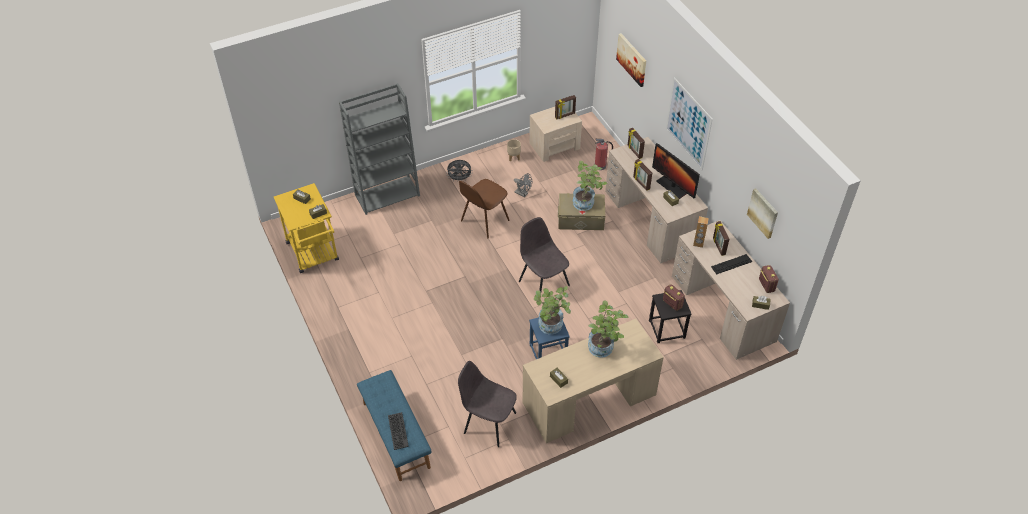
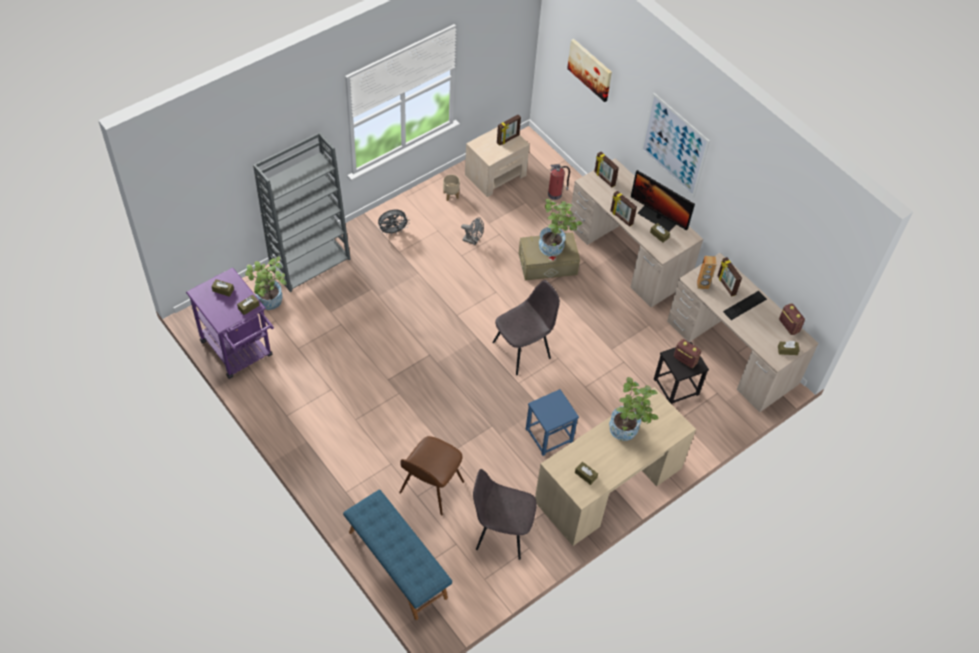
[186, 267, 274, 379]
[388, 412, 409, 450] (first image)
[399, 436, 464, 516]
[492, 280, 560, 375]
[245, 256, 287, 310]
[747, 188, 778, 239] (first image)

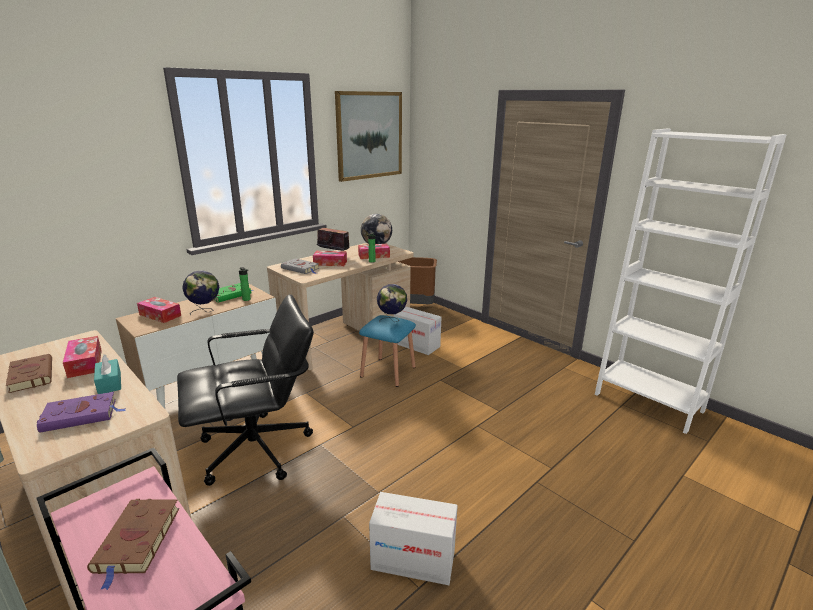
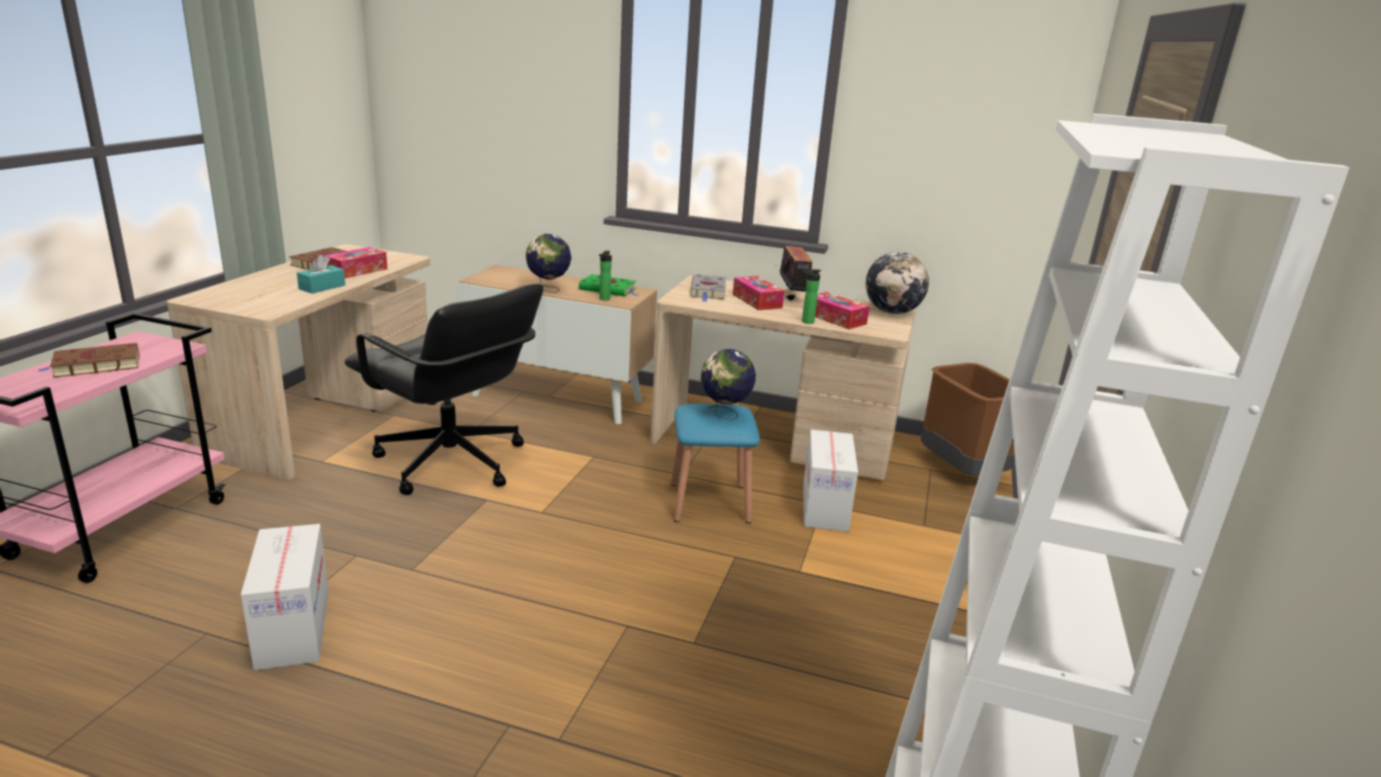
[37, 392, 126, 433] (first image)
[137, 297, 181, 323] (first image)
[335, 91, 402, 182] (first image)

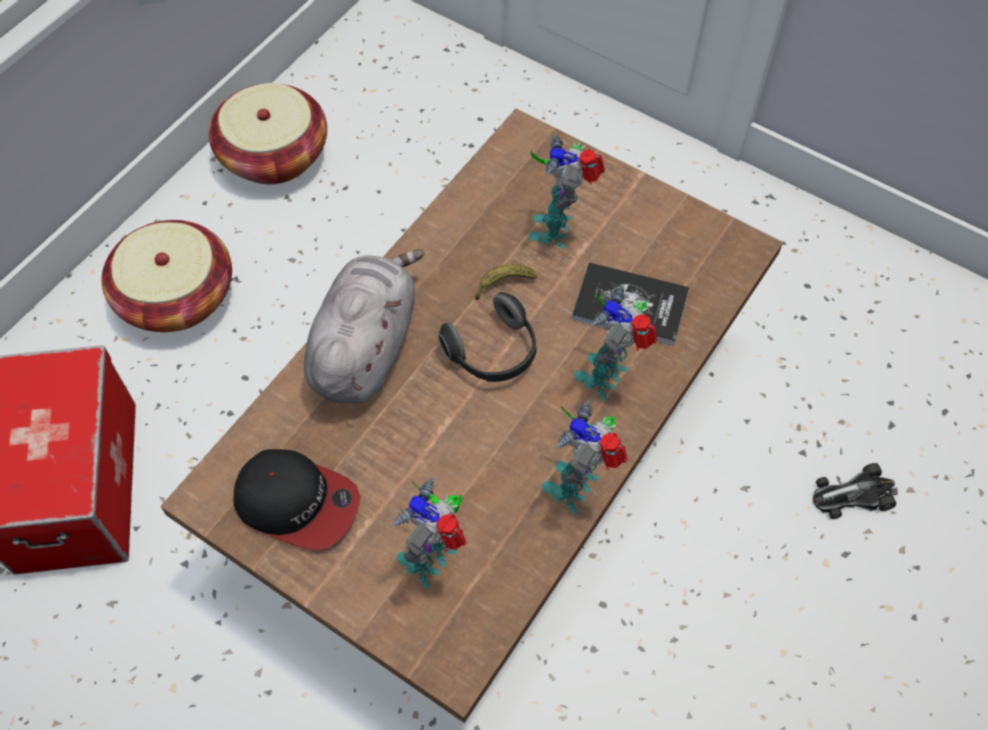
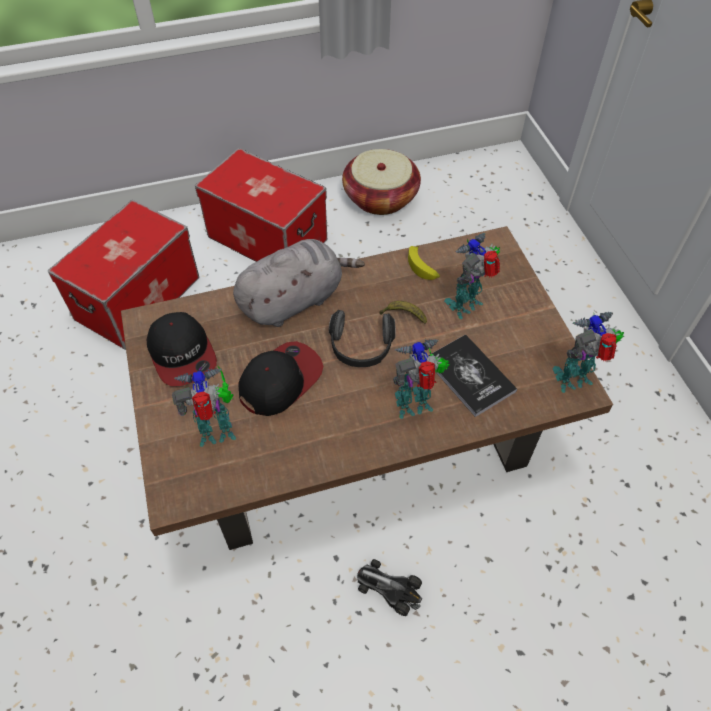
[195, 148, 327, 262]
[552, 312, 624, 393]
[357, 559, 422, 616]
[239, 341, 323, 416]
[408, 245, 440, 280]

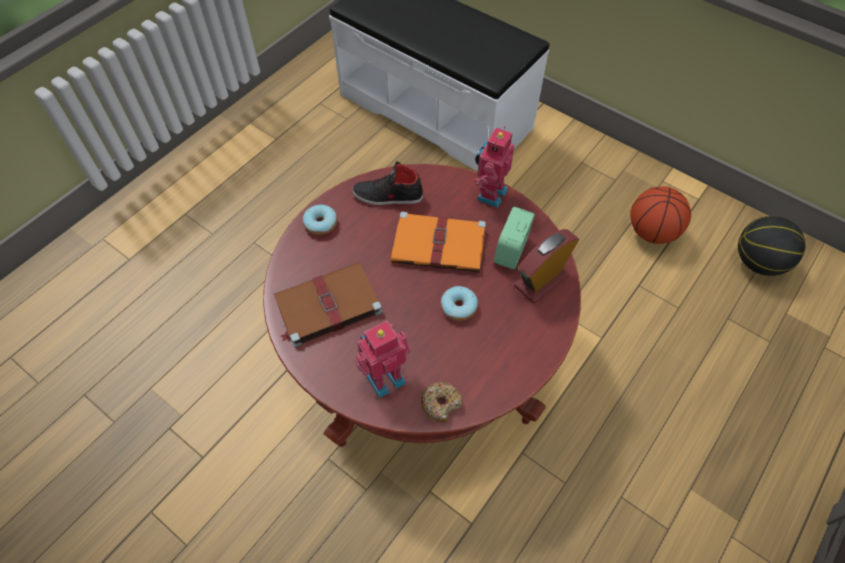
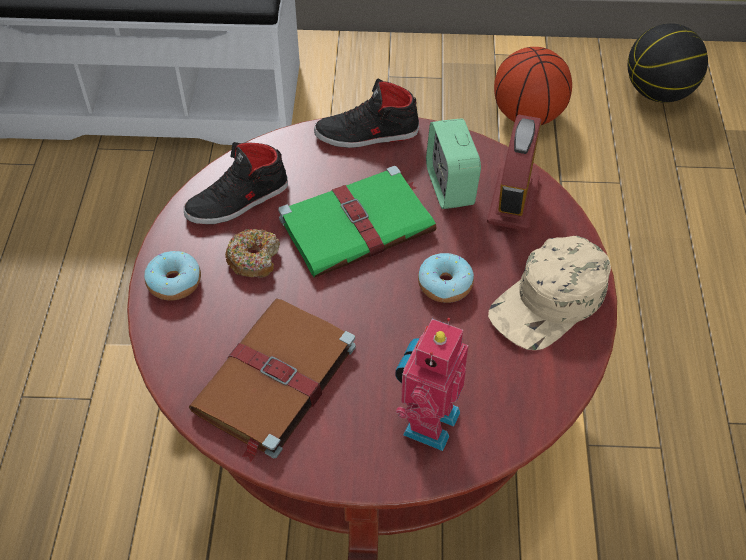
[278, 166, 437, 278]
[225, 229, 280, 278]
[314, 78, 419, 148]
[488, 236, 611, 350]

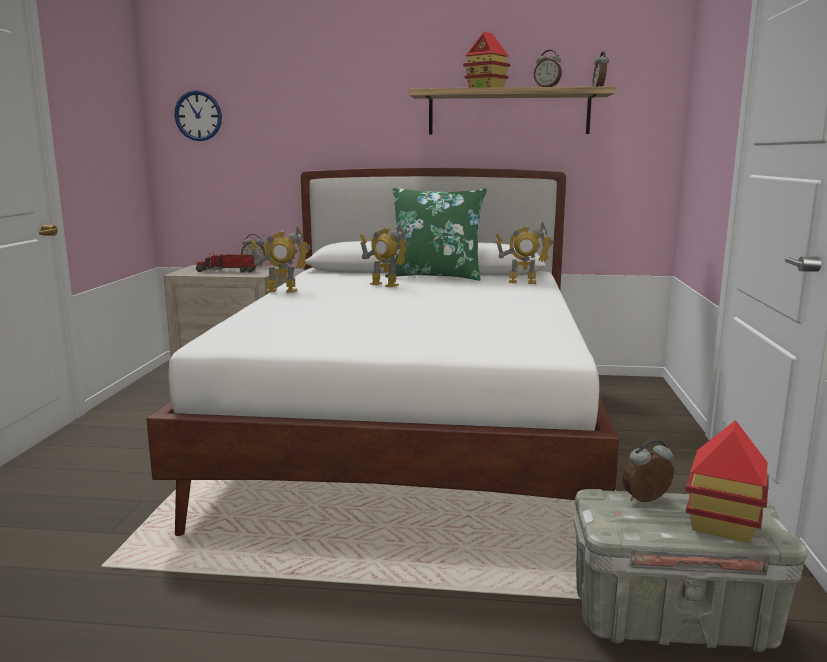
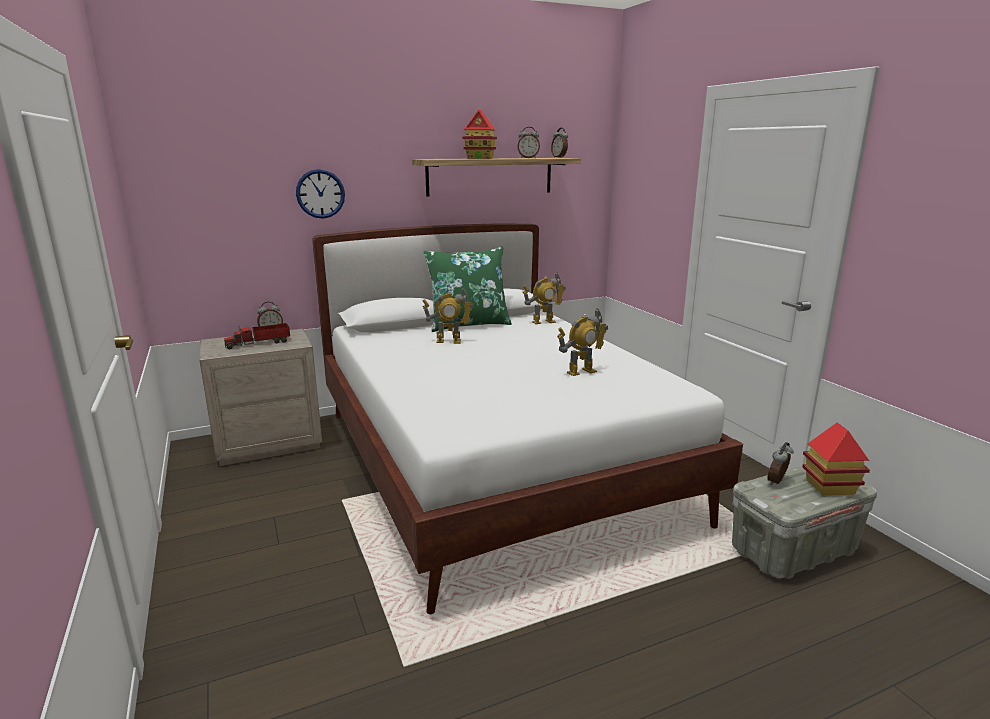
[296, 169, 345, 219]
[557, 308, 608, 376]

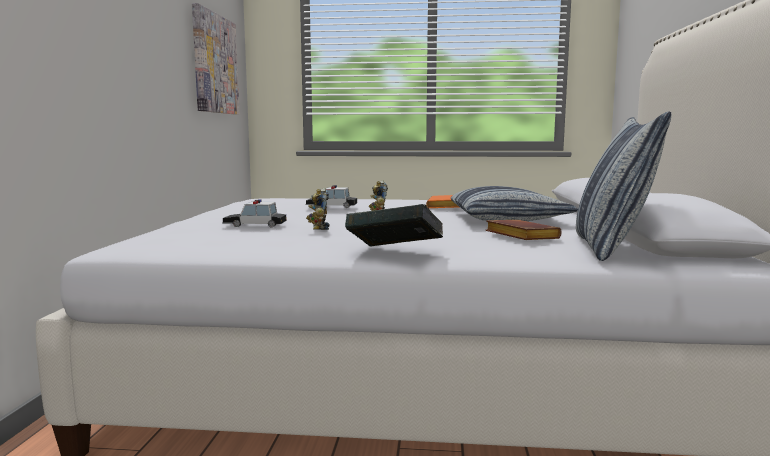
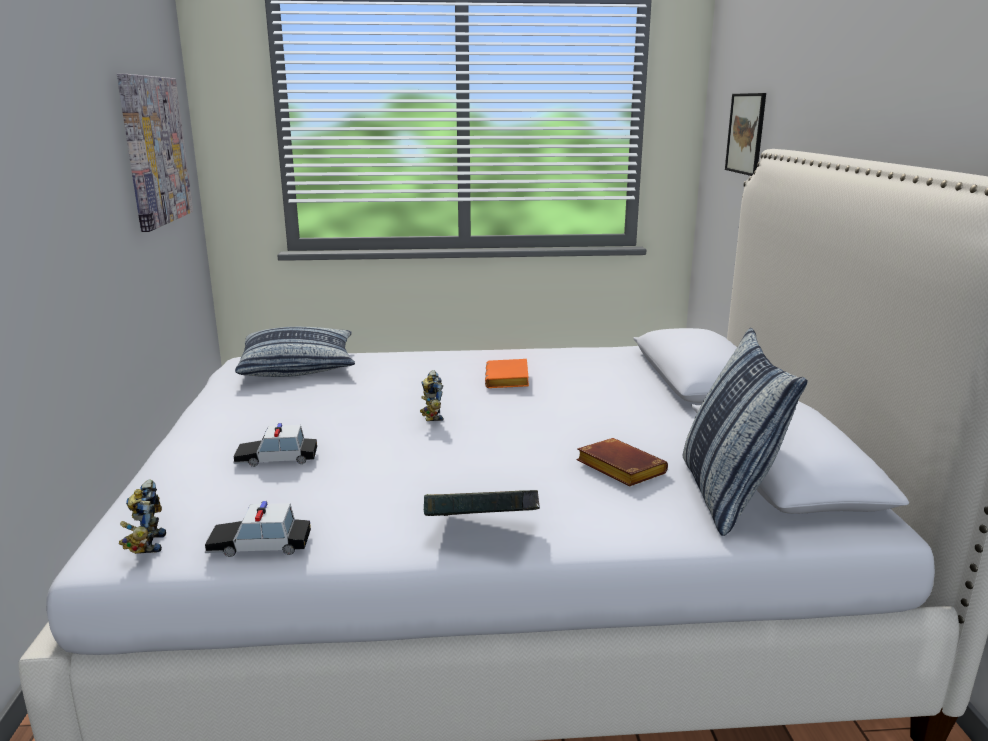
[205, 501, 311, 557]
[119, 479, 166, 554]
[235, 327, 355, 377]
[725, 93, 766, 176]

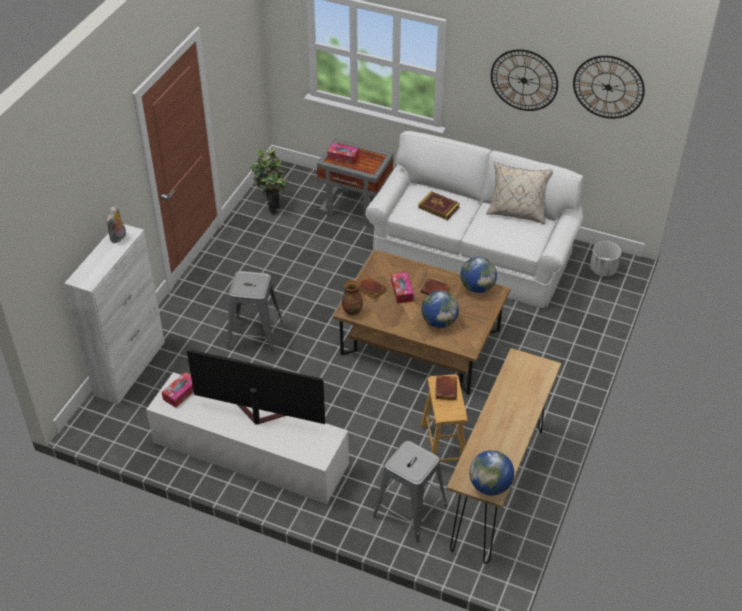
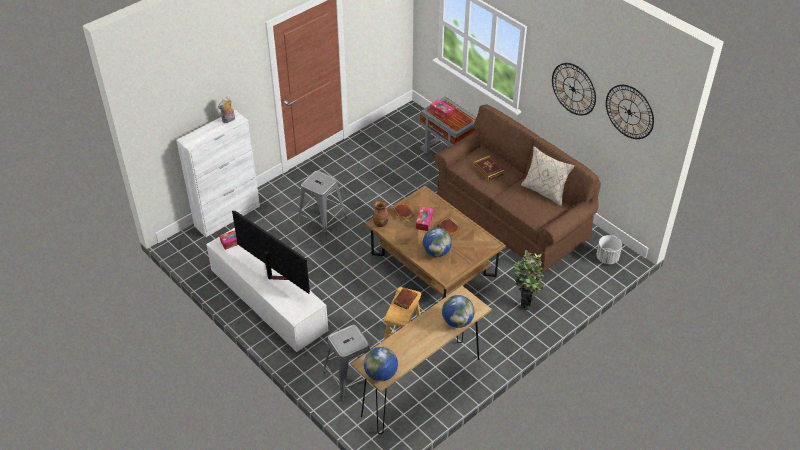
[513, 250, 545, 310]
[434, 104, 601, 272]
[442, 295, 475, 328]

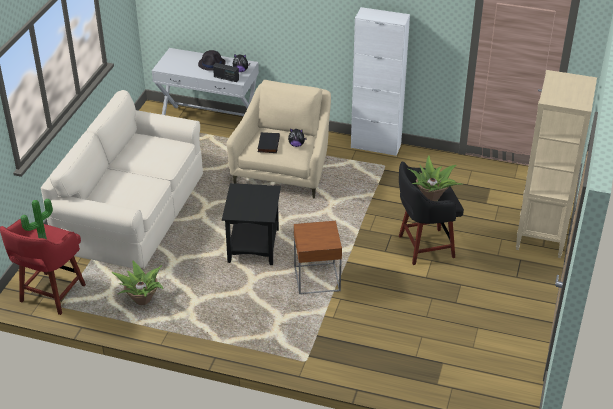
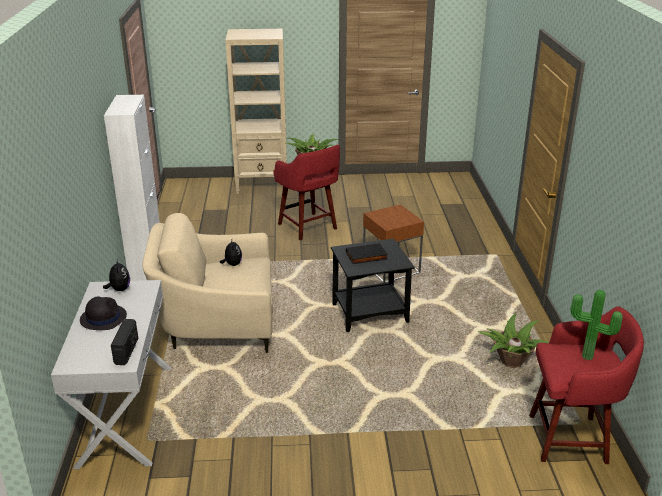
[41, 90, 203, 268] (first image)
[111, 319, 138, 365]
[346, 243, 388, 264]
[273, 145, 340, 241]

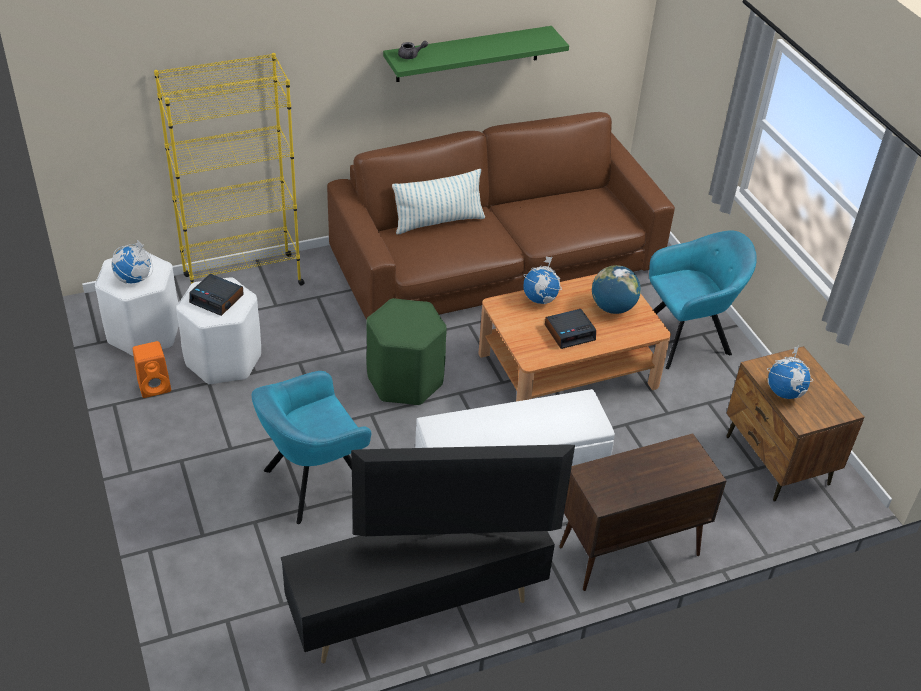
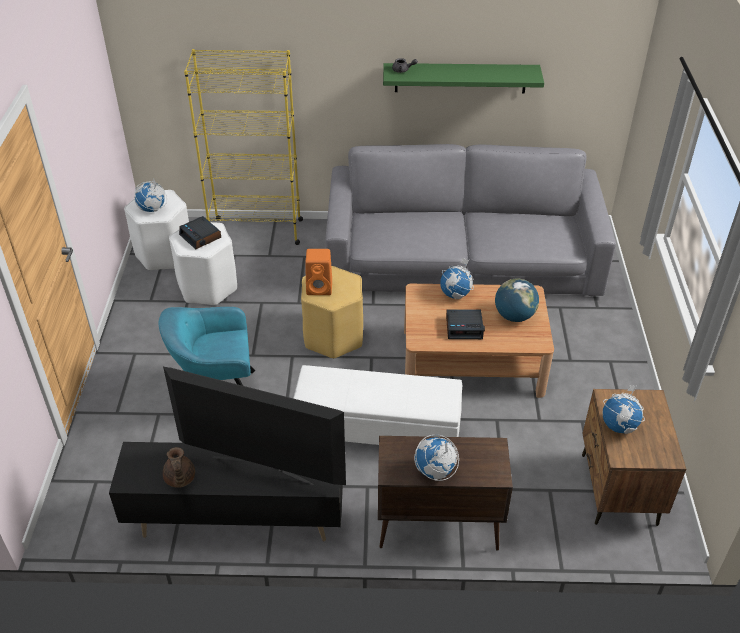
[305, 249, 332, 295]
[326, 144, 616, 296]
[301, 266, 363, 359]
[392, 169, 485, 234] (first image)
[649, 230, 757, 369] (first image)
[163, 447, 195, 488]
[414, 434, 459, 481]

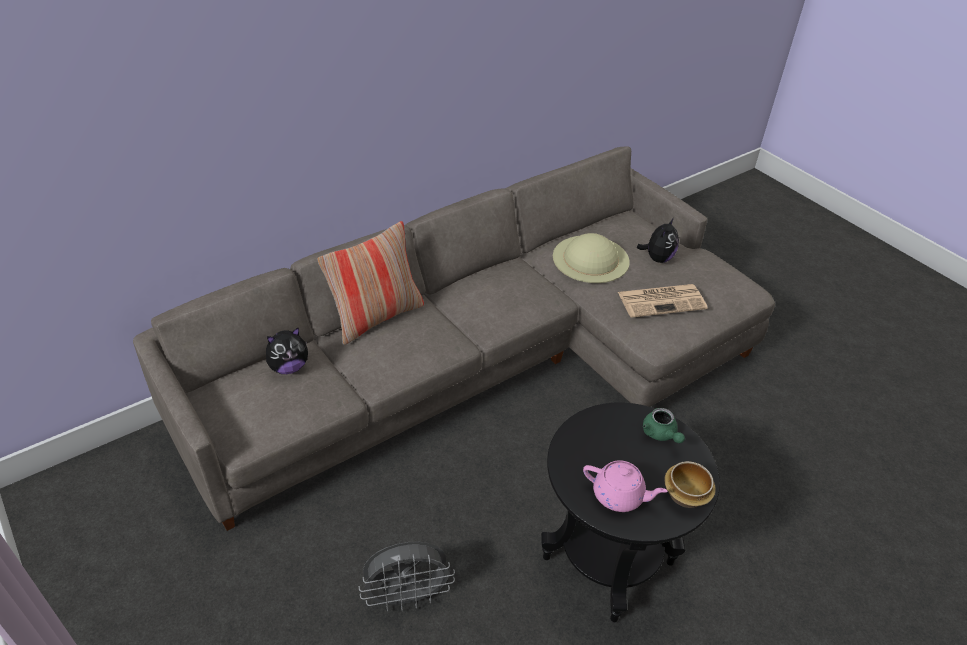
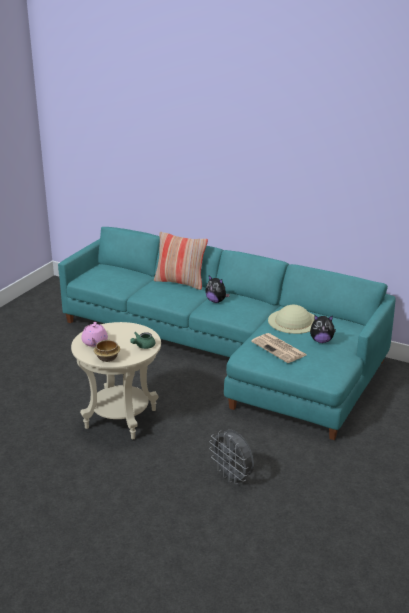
[58, 227, 395, 440]
[205, 276, 230, 303]
[209, 430, 254, 485]
[71, 322, 161, 439]

